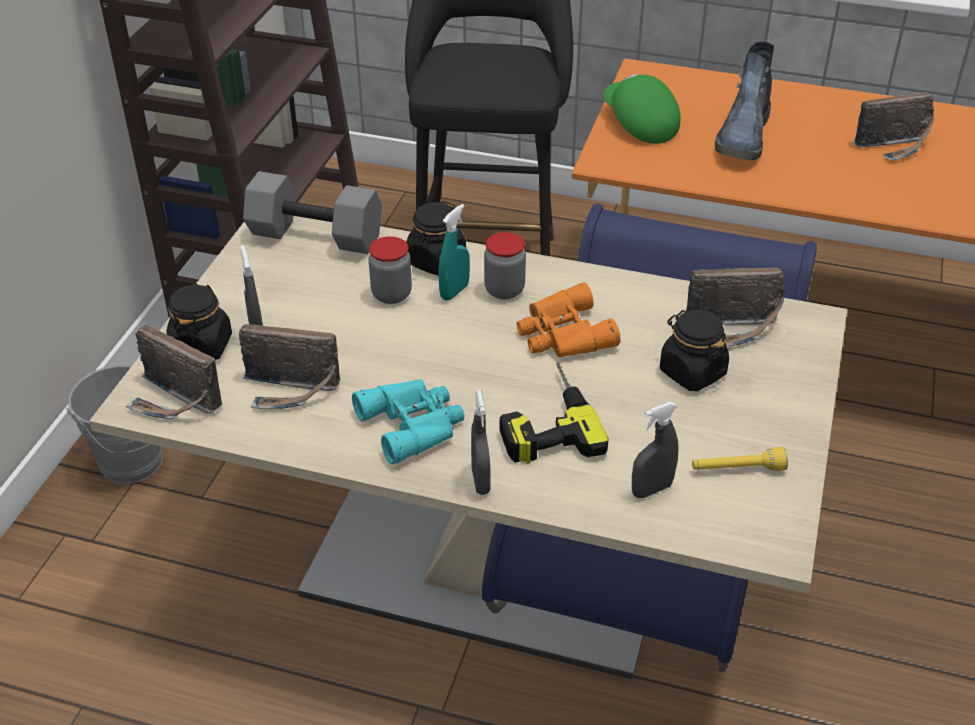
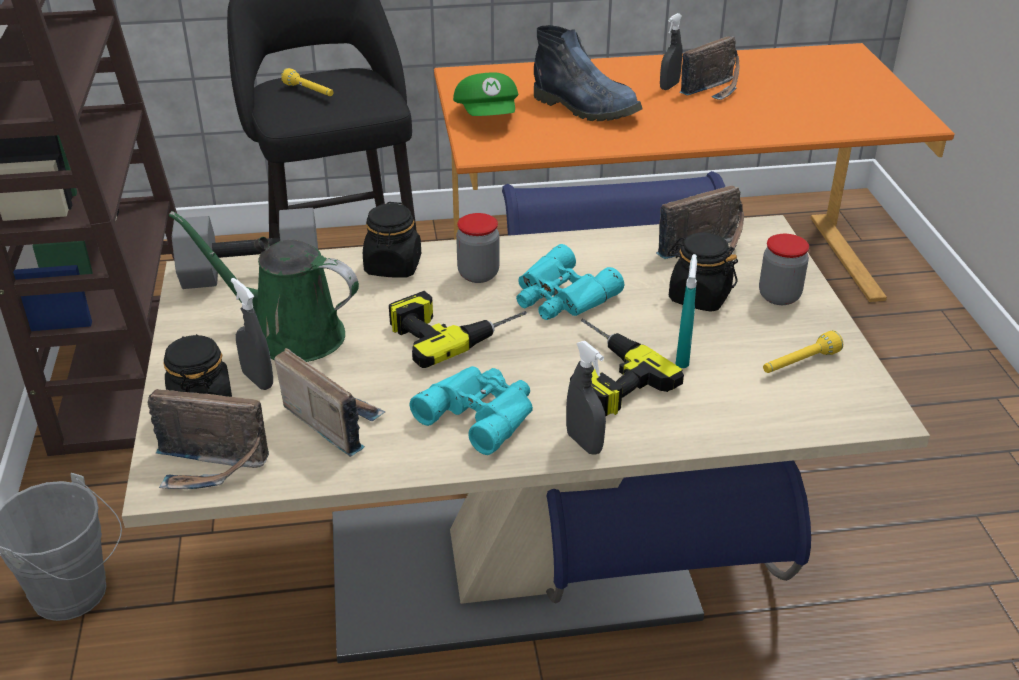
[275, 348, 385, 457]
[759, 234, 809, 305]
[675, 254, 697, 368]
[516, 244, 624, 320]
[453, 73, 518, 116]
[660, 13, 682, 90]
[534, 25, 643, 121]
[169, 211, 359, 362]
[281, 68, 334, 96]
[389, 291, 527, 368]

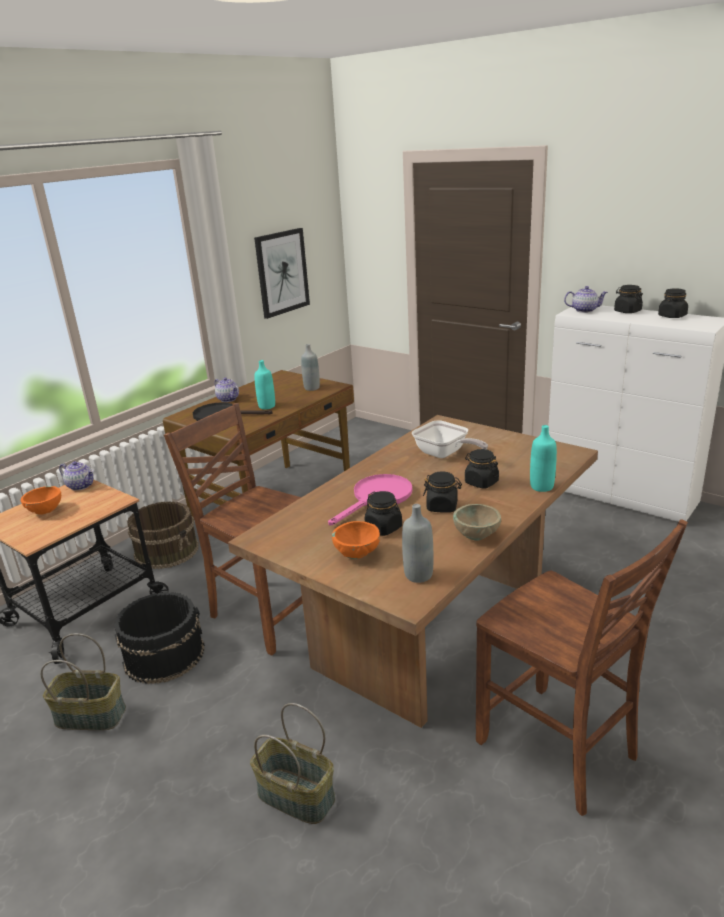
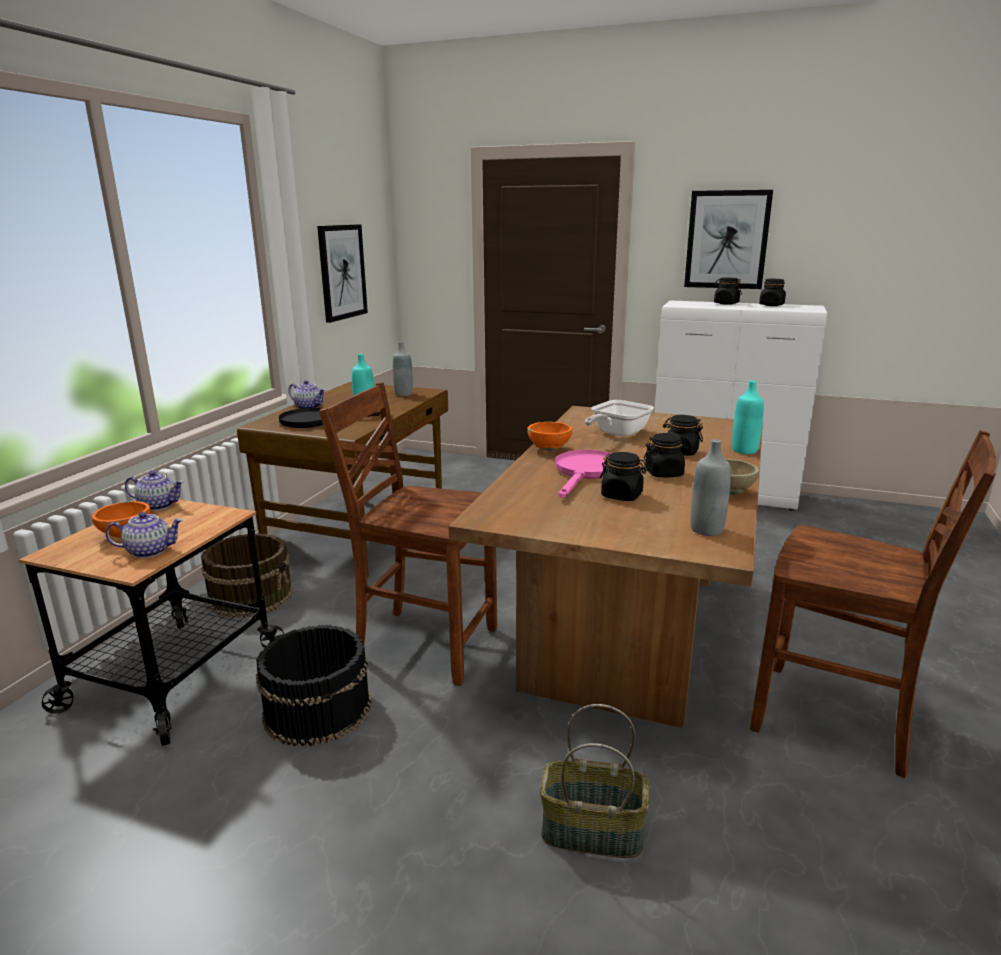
[40, 633, 126, 730] (first image)
[527, 422, 573, 451]
[585, 400, 654, 437]
[105, 512, 184, 558]
[684, 190, 773, 289]

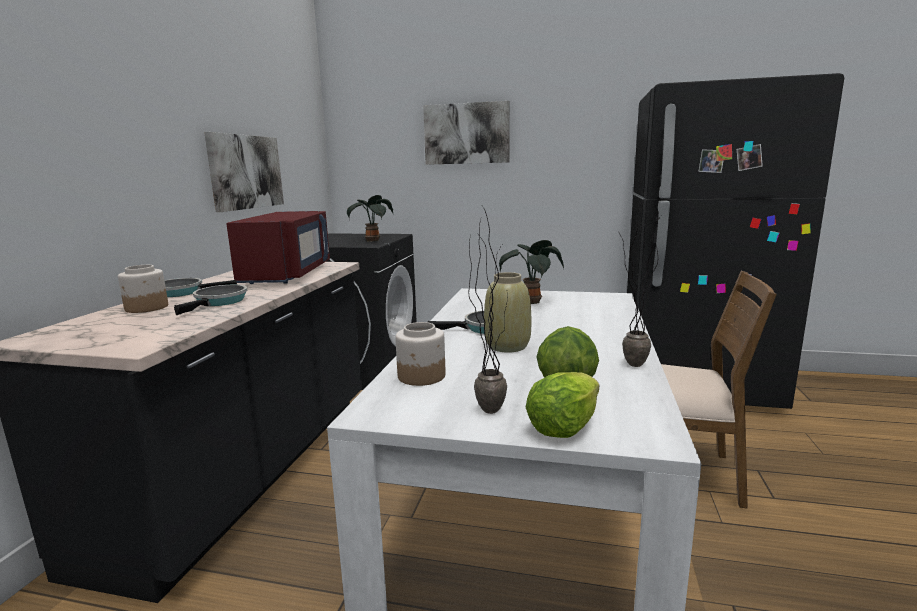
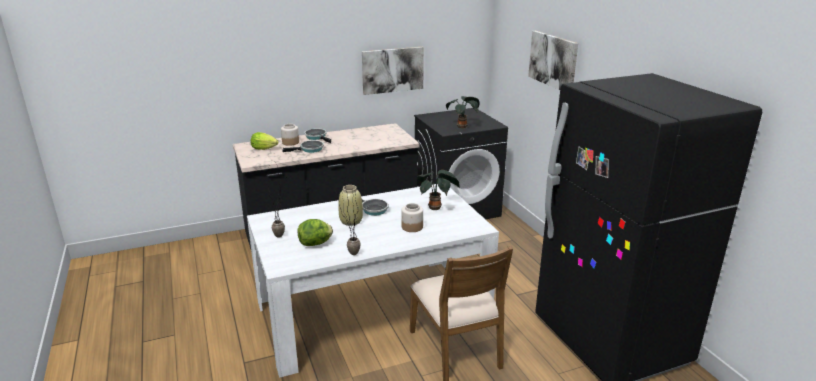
[226, 211, 330, 284] (first image)
[401, 203, 423, 232]
[251, 132, 278, 150]

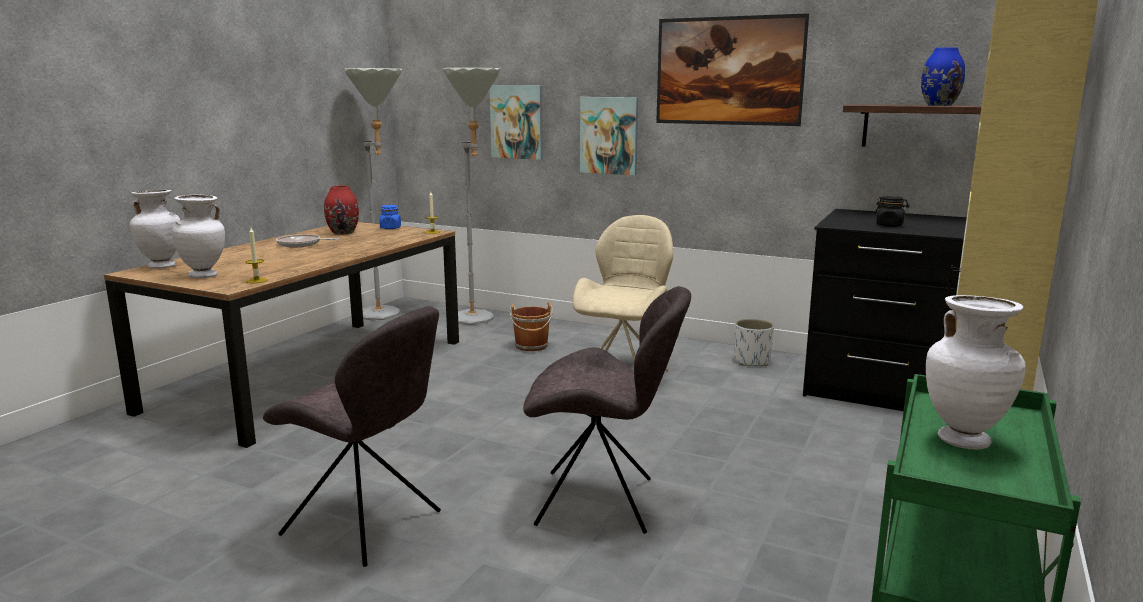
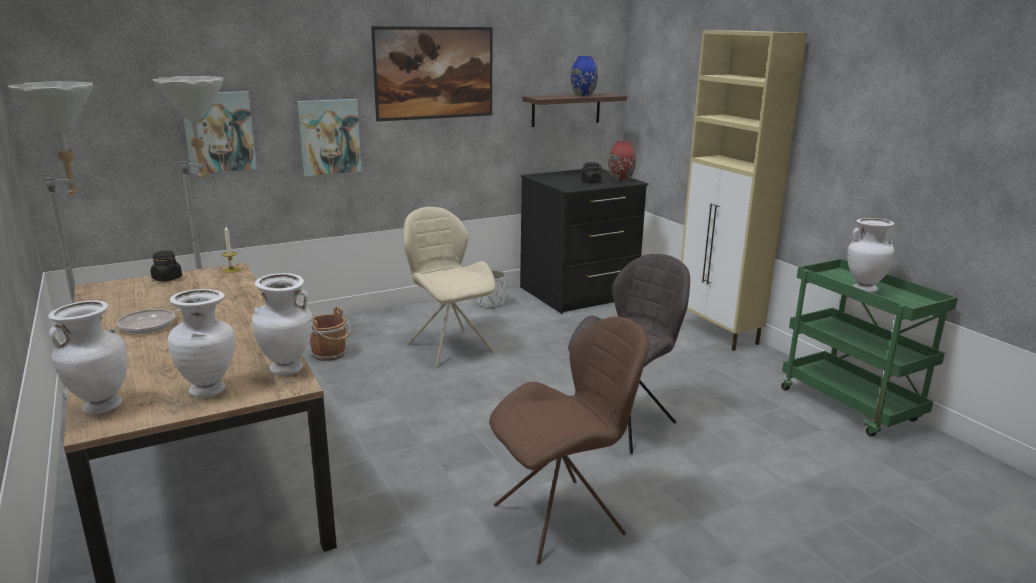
[252, 273, 312, 375]
[489, 316, 649, 564]
[608, 141, 636, 181]
[150, 251, 182, 282]

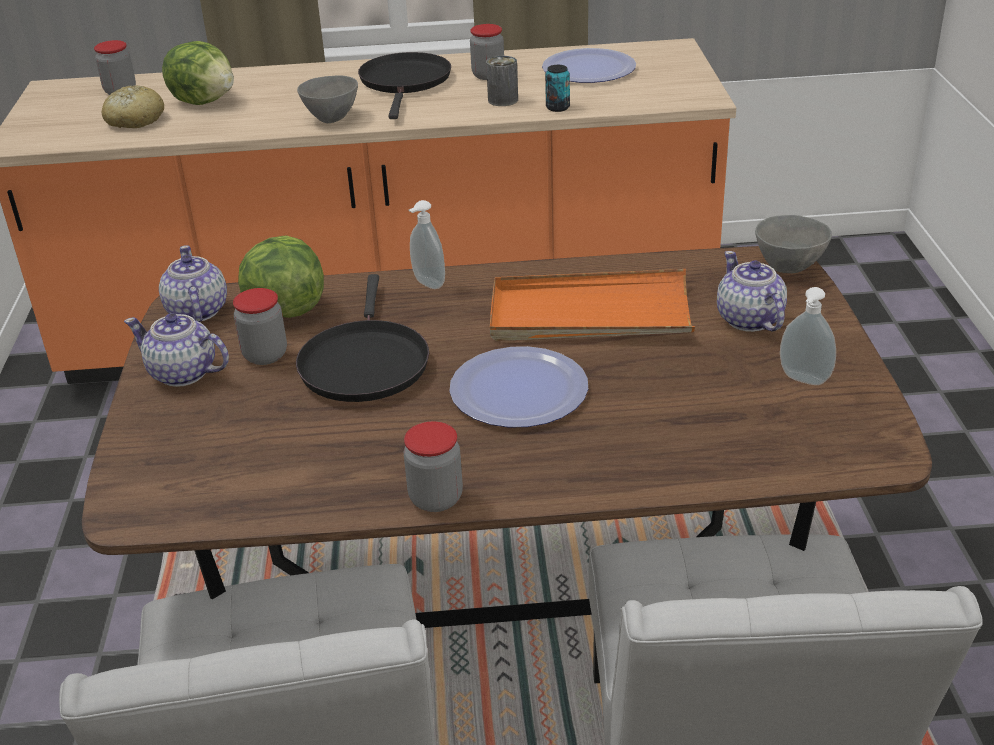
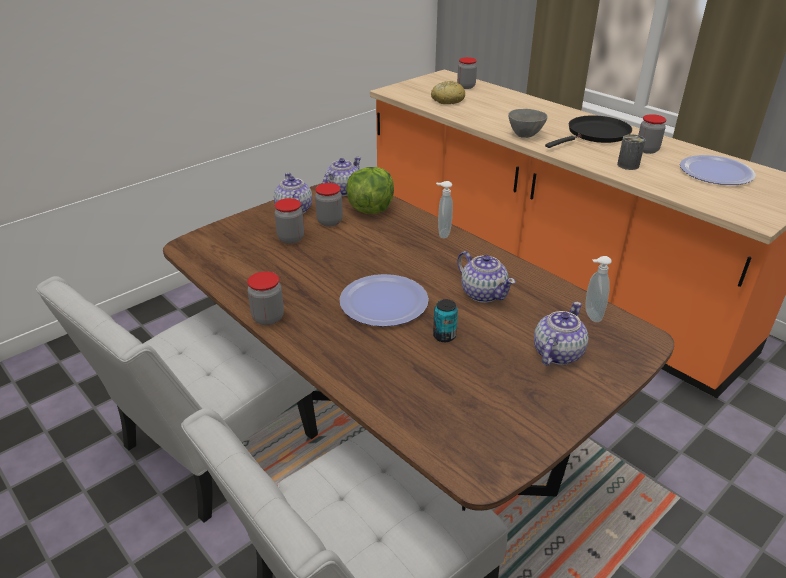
[162, 41, 234, 105] (first image)
[296, 274, 429, 402] (first image)
[457, 251, 516, 303]
[433, 299, 458, 342]
[755, 215, 832, 273] (first image)
[586, 256, 612, 322]
[275, 198, 304, 244]

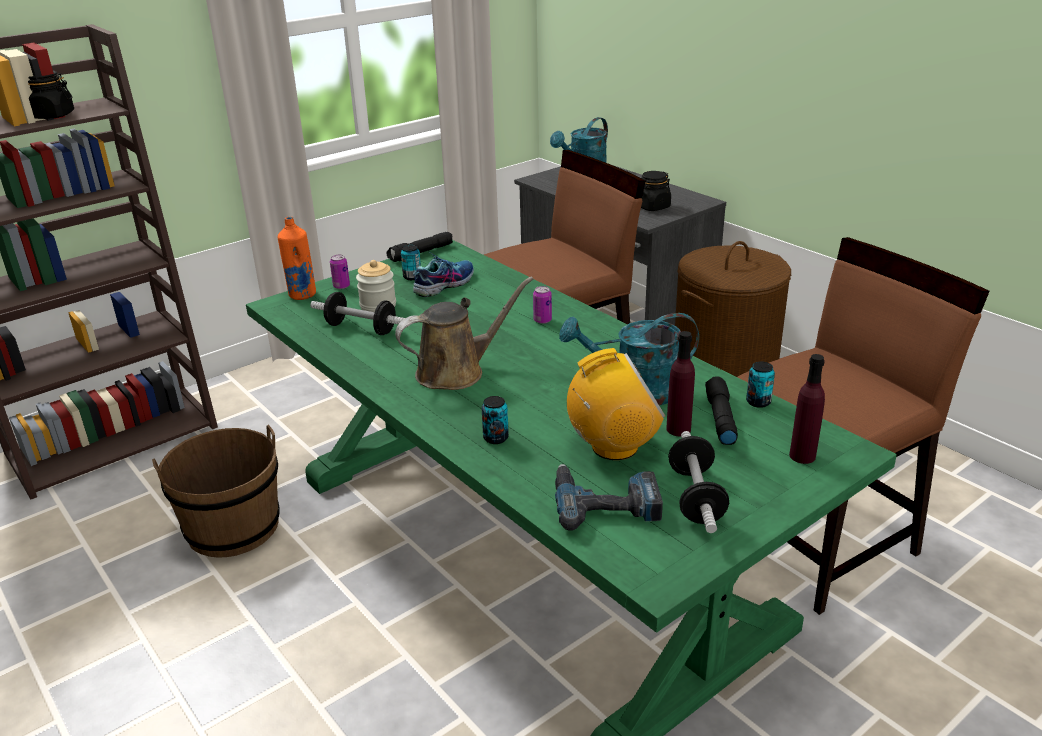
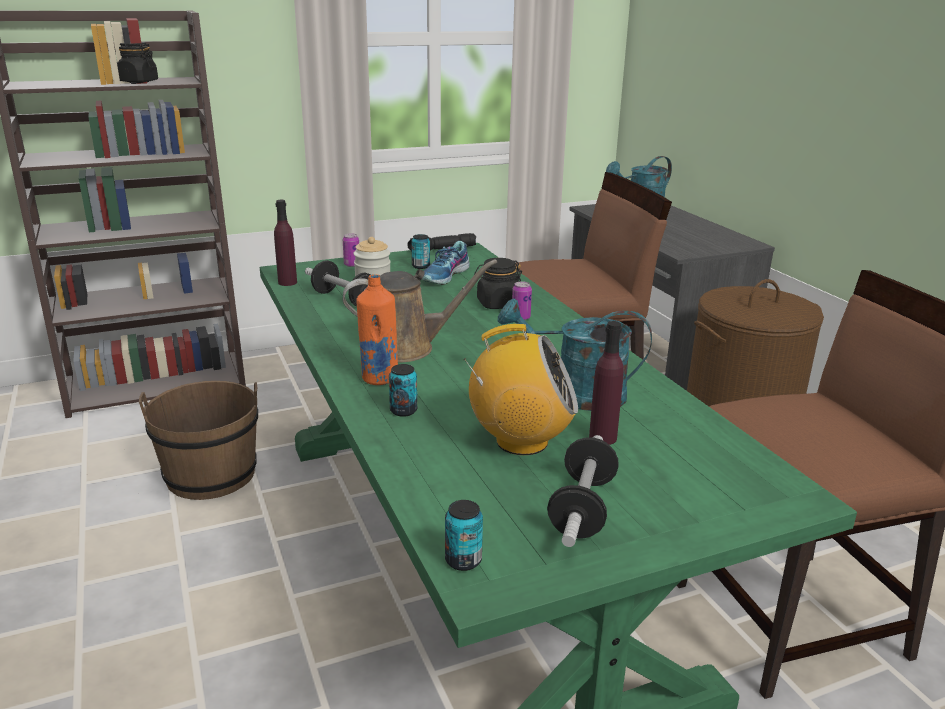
[356, 274, 398, 385]
[422, 241, 470, 285]
[555, 464, 663, 531] (first image)
[474, 258, 522, 309]
[705, 376, 738, 445] (first image)
[445, 500, 483, 571]
[274, 200, 297, 286]

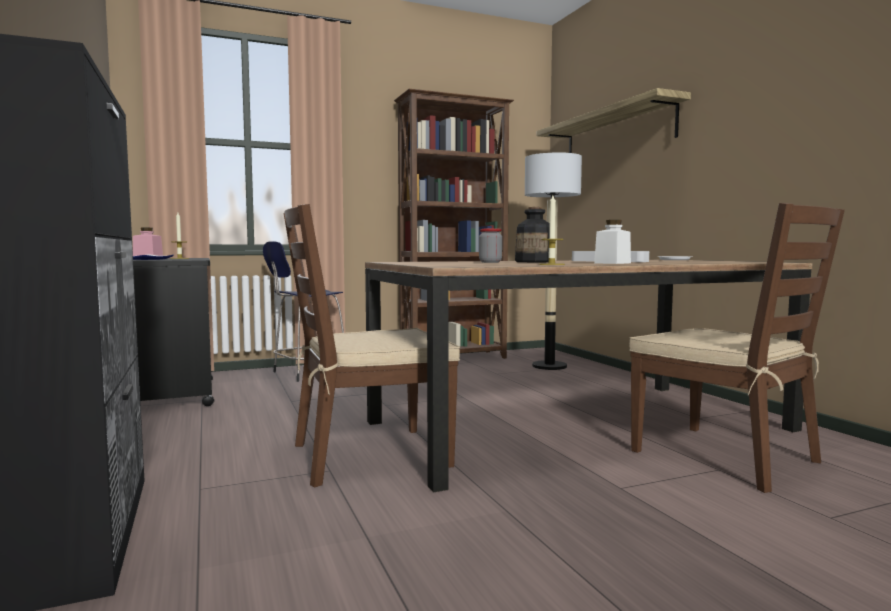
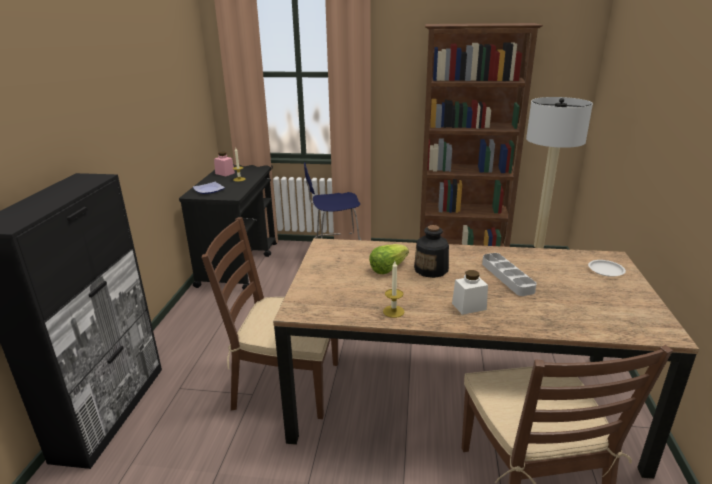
[369, 244, 409, 274]
[537, 88, 691, 153] (first image)

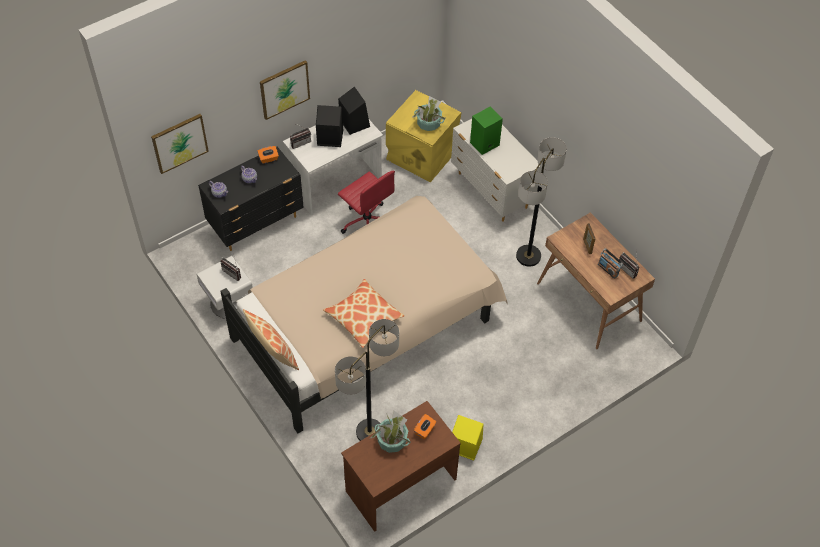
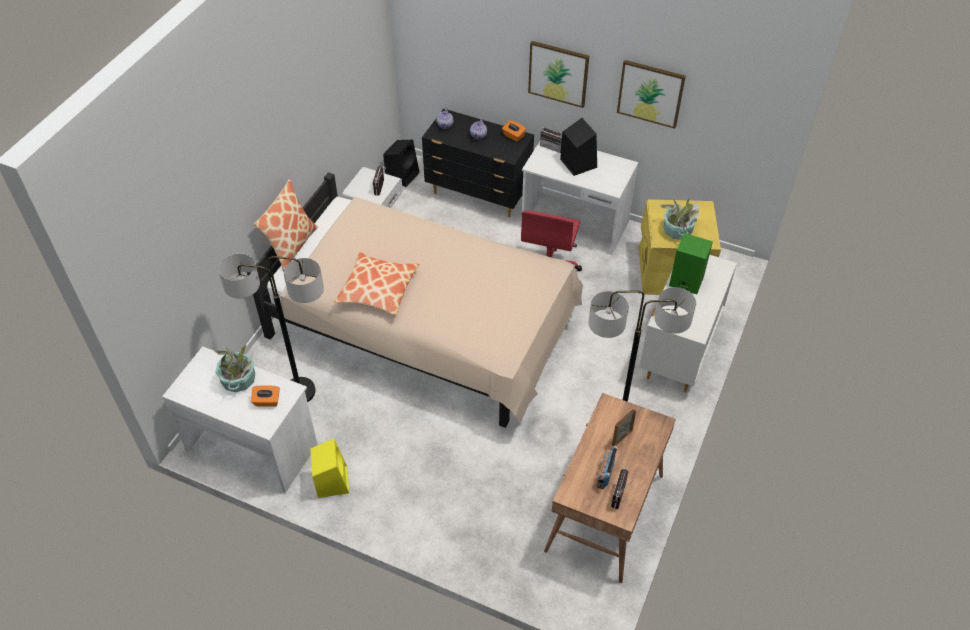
[617, 60, 686, 129]
[383, 139, 420, 187]
[162, 346, 317, 493]

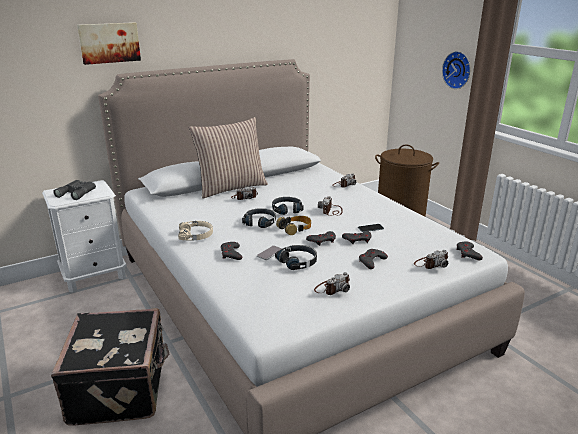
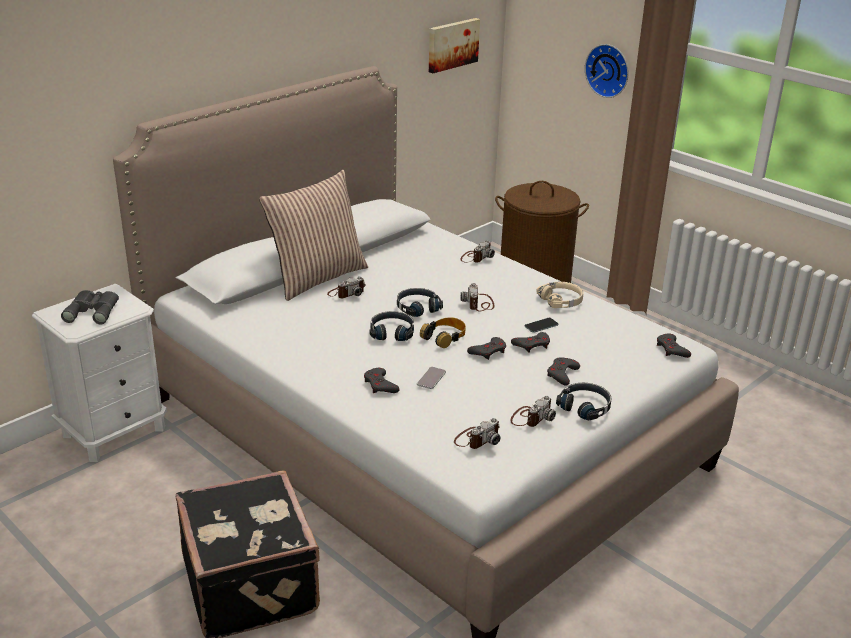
[429, 18, 480, 73]
[536, 282, 584, 308]
[556, 383, 612, 420]
[454, 418, 501, 449]

